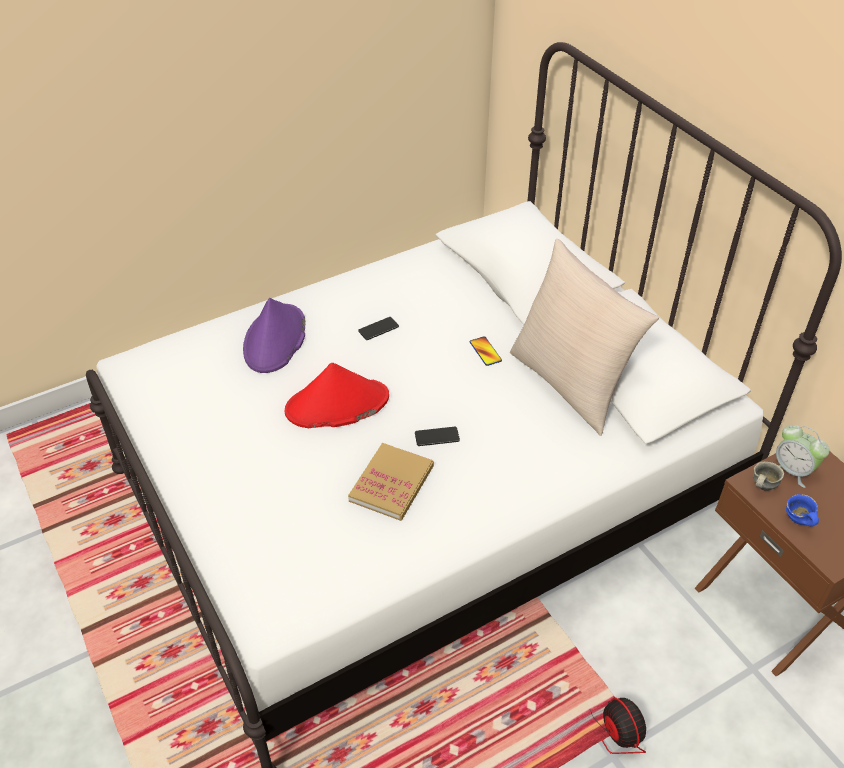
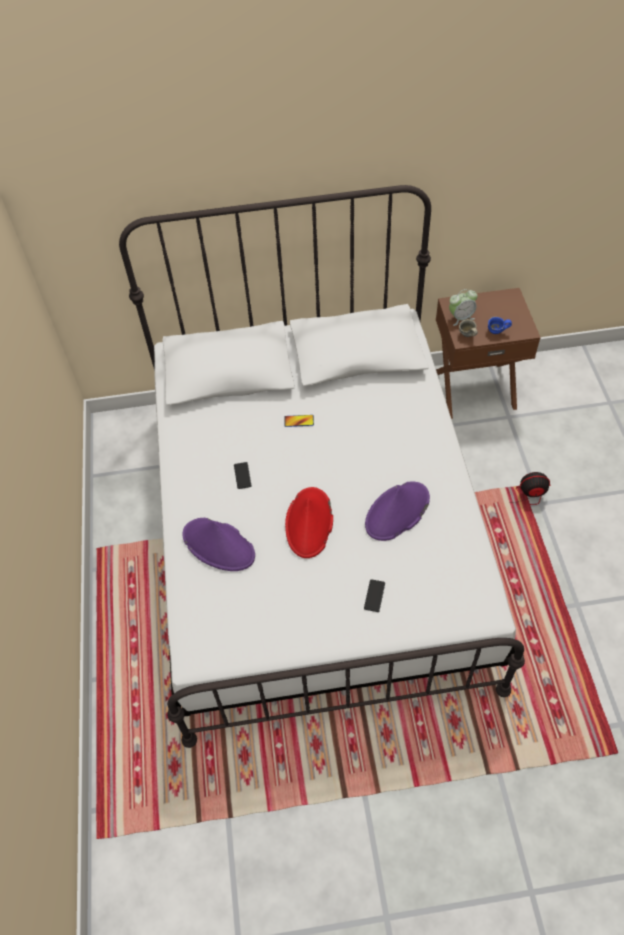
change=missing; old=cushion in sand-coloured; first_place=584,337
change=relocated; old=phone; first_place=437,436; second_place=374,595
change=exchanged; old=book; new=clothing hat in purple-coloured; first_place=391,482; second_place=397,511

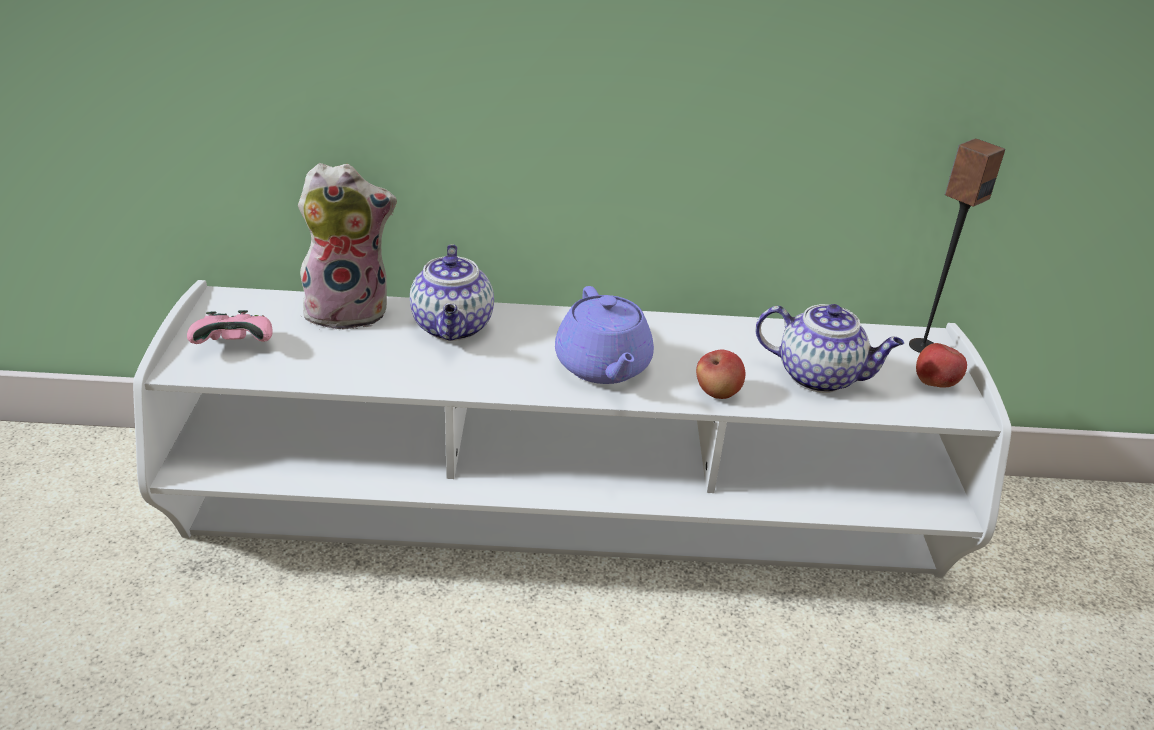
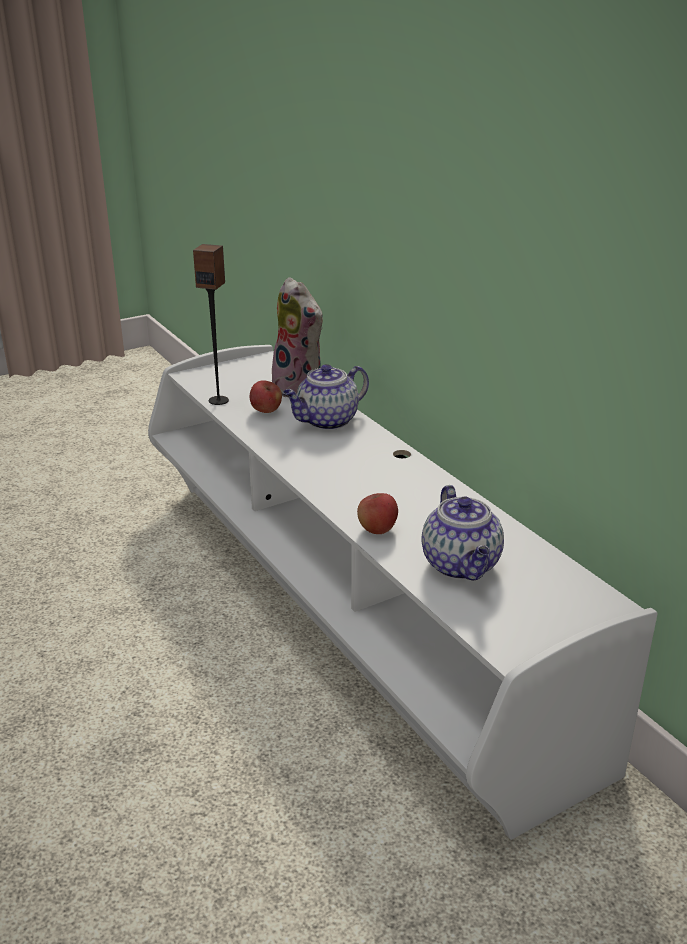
change=relocated; old=speaker; first_place=957,246; second_place=211,324
change=missing; old=pot for tea in purple-coloured; first_place=604,335
change=missing; old=game controller in pink; first_place=230,327
change=relocated; old=apple; first_place=941,365; second_place=266,396

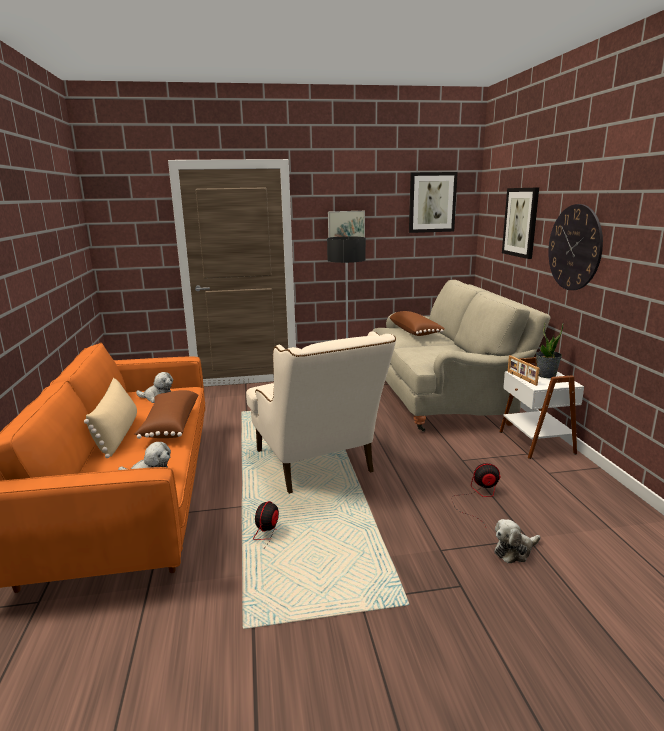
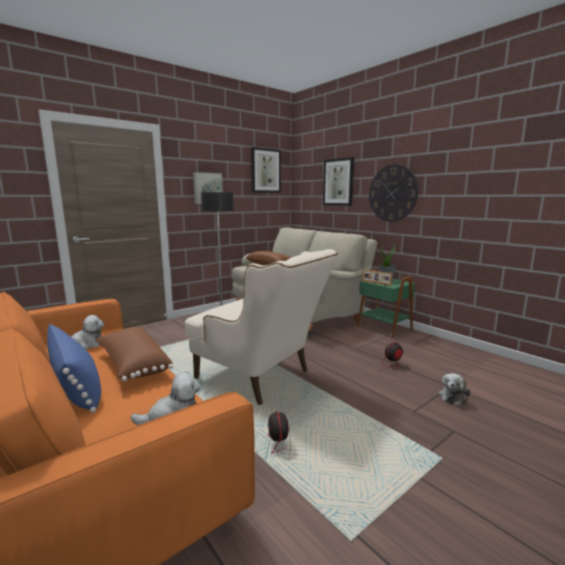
change=colour; old=accent table in white; new=accent table in green; first_place=541,408; second_place=386,304
change=colour; old=cushion in sand-coloured; new=cushion in blue-coloured; first_place=110,418; second_place=74,368

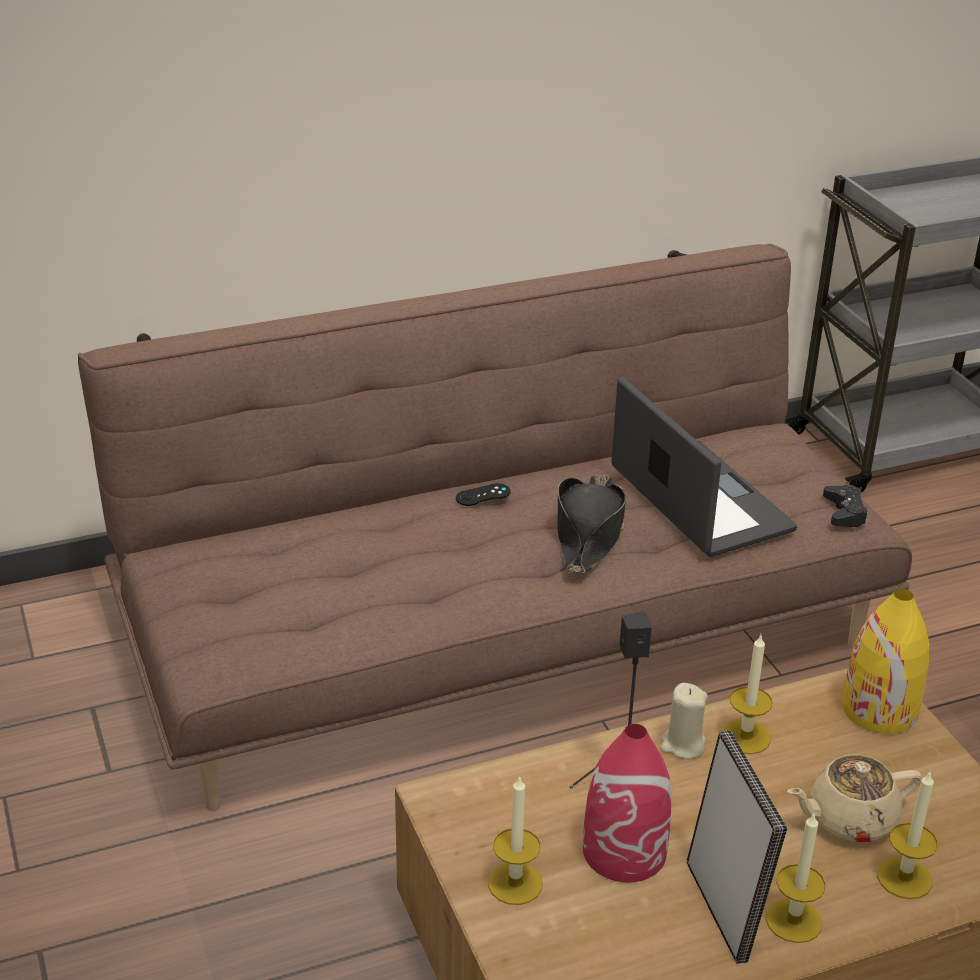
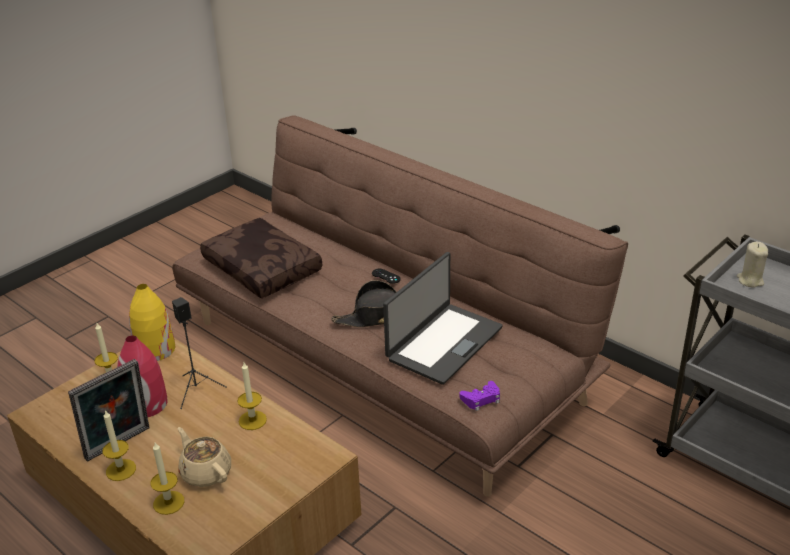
change=colour; old=game controller in black; new=game controller in purple-coloured; first_place=845,506; second_place=480,396
change=relocated; old=decorative vase in yellowish; first_place=885,661; second_place=152,322
change=relocated; old=candle in sand-coloured; first_place=684,721; second_place=752,265
change=appeared; new=cushion in brown-coloured; second_place=261,258

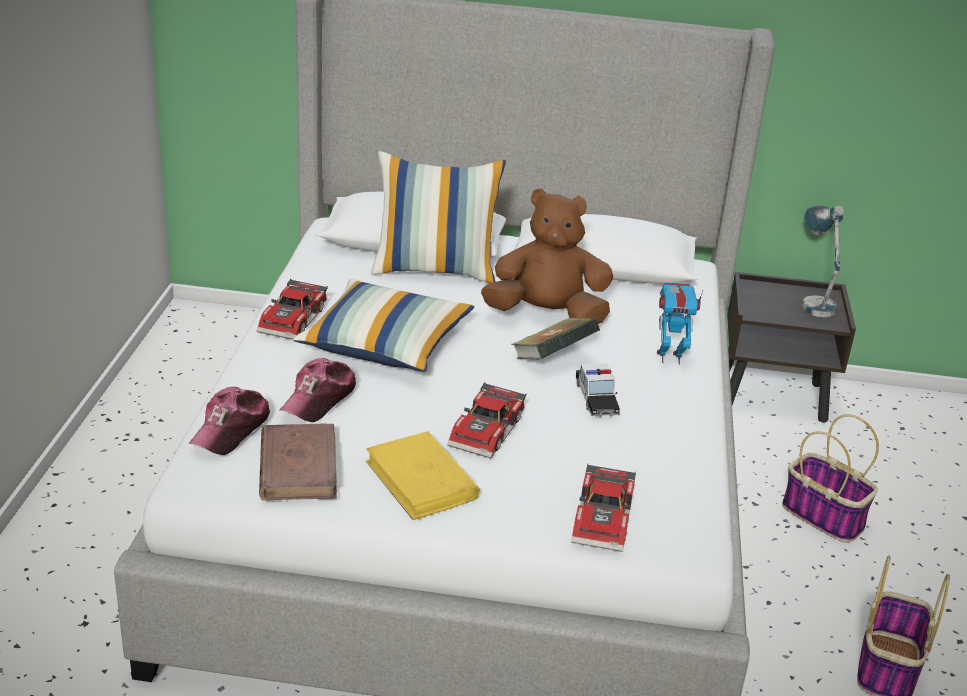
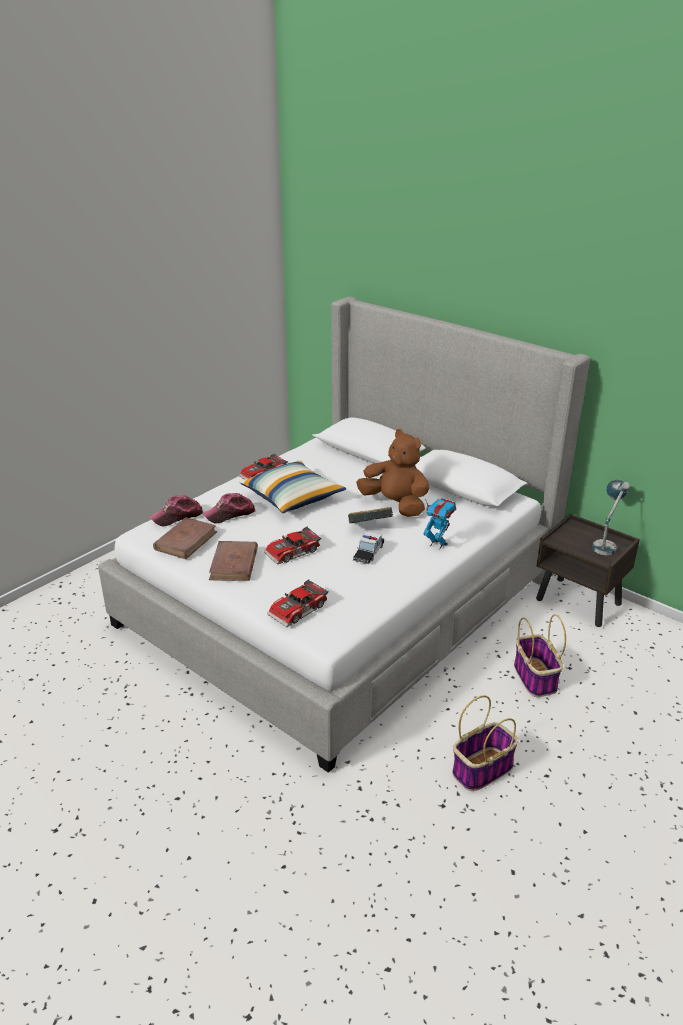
change=missing; old=cushion; first_place=439,217
change=colour; old=book in yellowish; new=book in brown-coloured; first_place=423,475; second_place=233,561

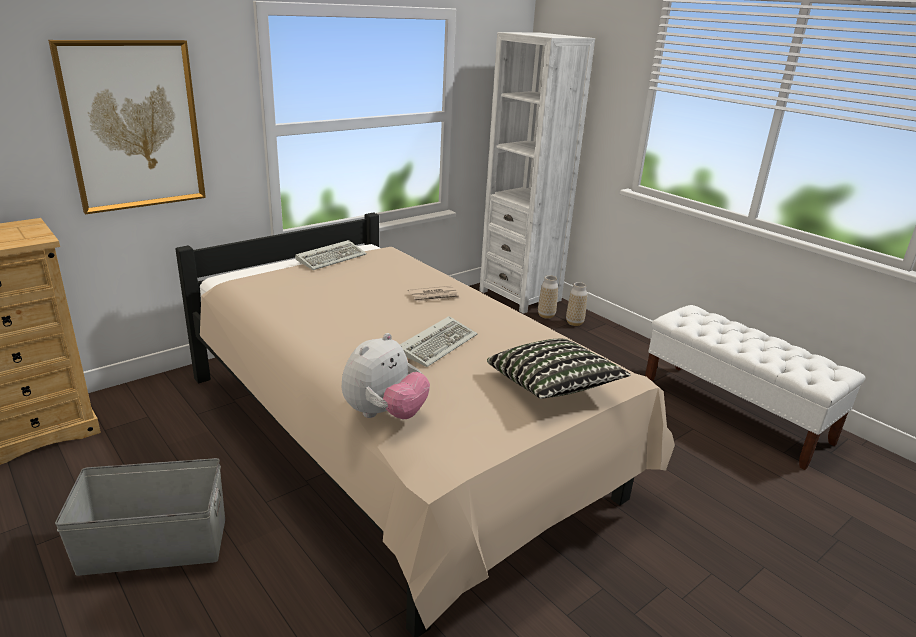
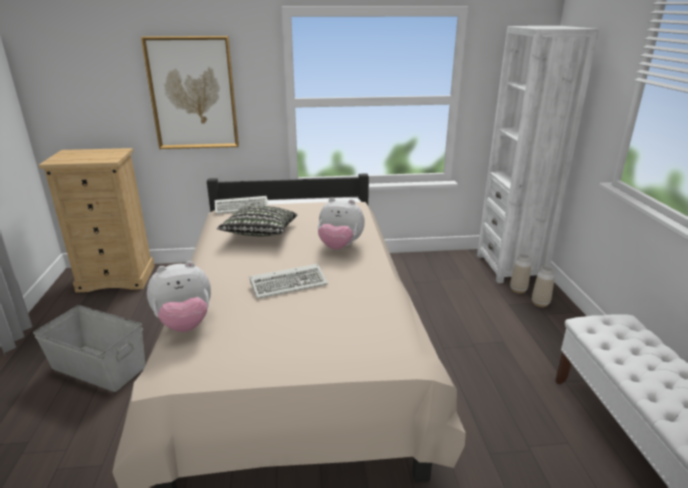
change=relocated; old=PC keyboard; first_place=331,255; second_place=241,205
change=exchanged; old=newspaper; new=cuddly toy; first_place=434,294; second_place=341,224
change=relocated; old=cushion; first_place=559,369; second_place=257,221

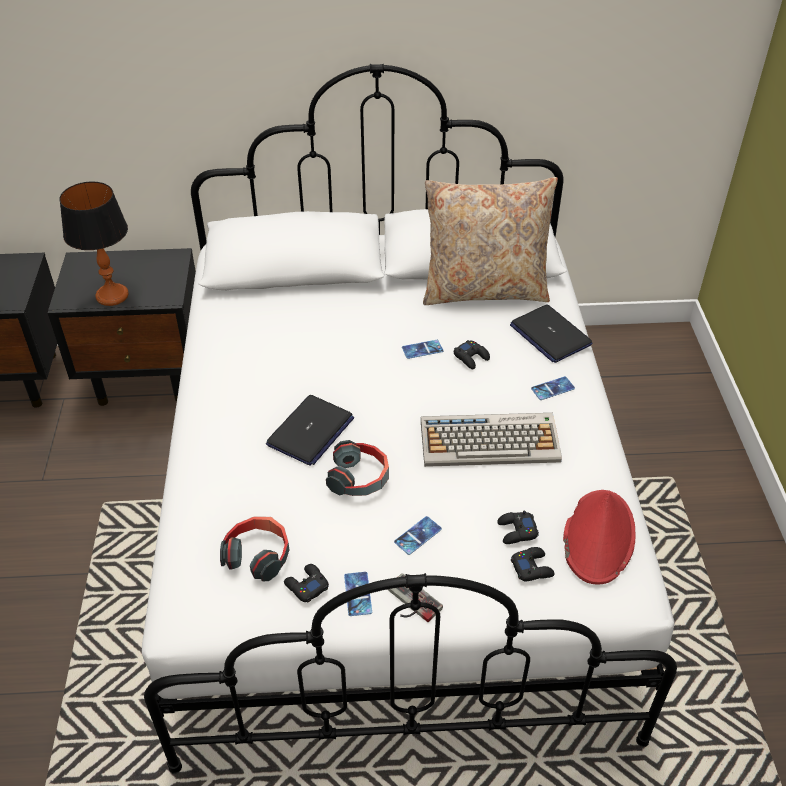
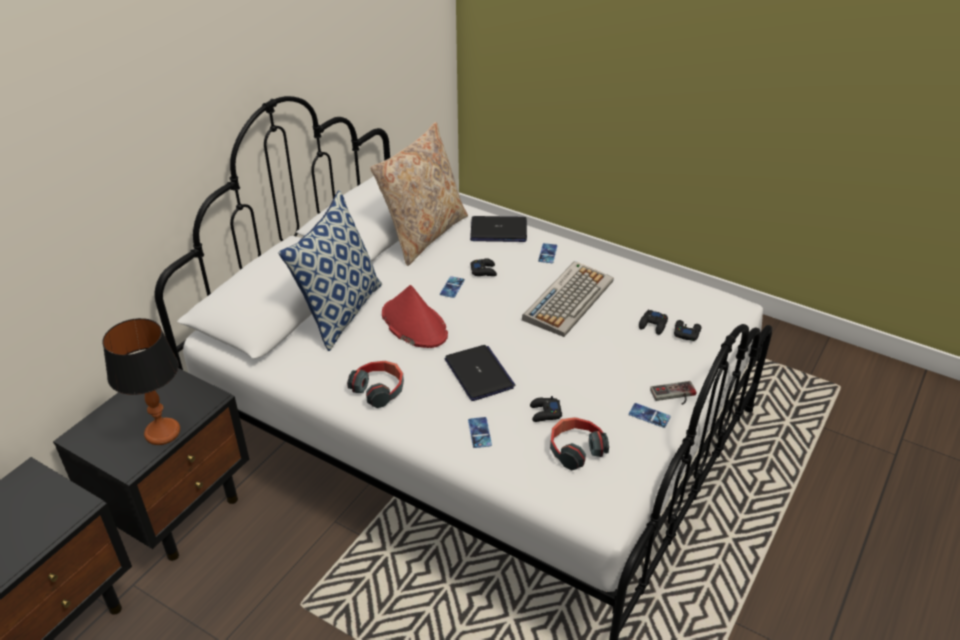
change=relocated; old=headphones; first_place=357,468; second_place=375,384
change=relocated; old=clothing hat in reddish; first_place=599,537; second_place=415,316
change=relocated; old=phone; first_place=418,535; second_place=480,432
change=relocated; old=game controller in black; first_place=306,583; second_place=546,409
change=appeared; new=cushion; second_place=330,270

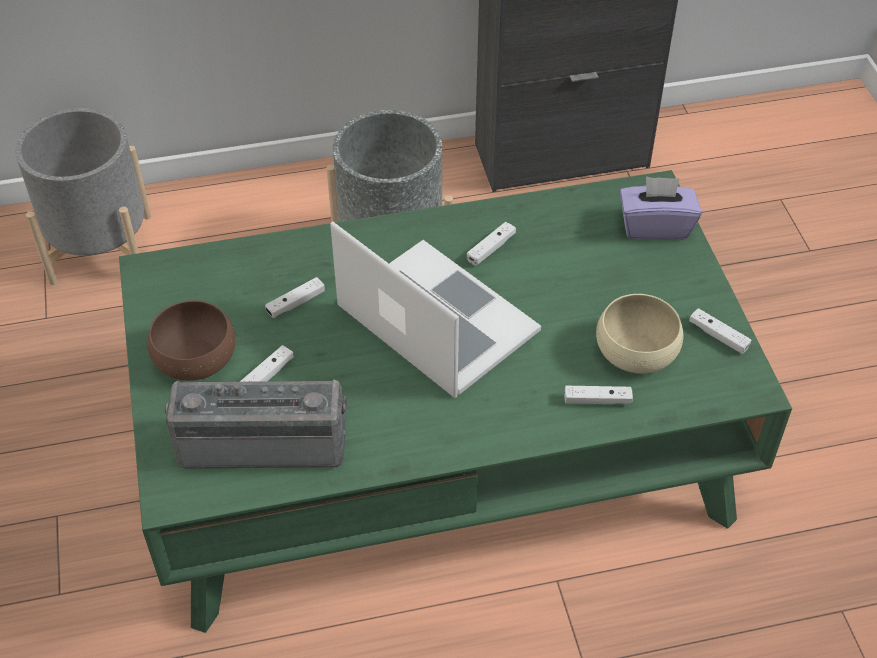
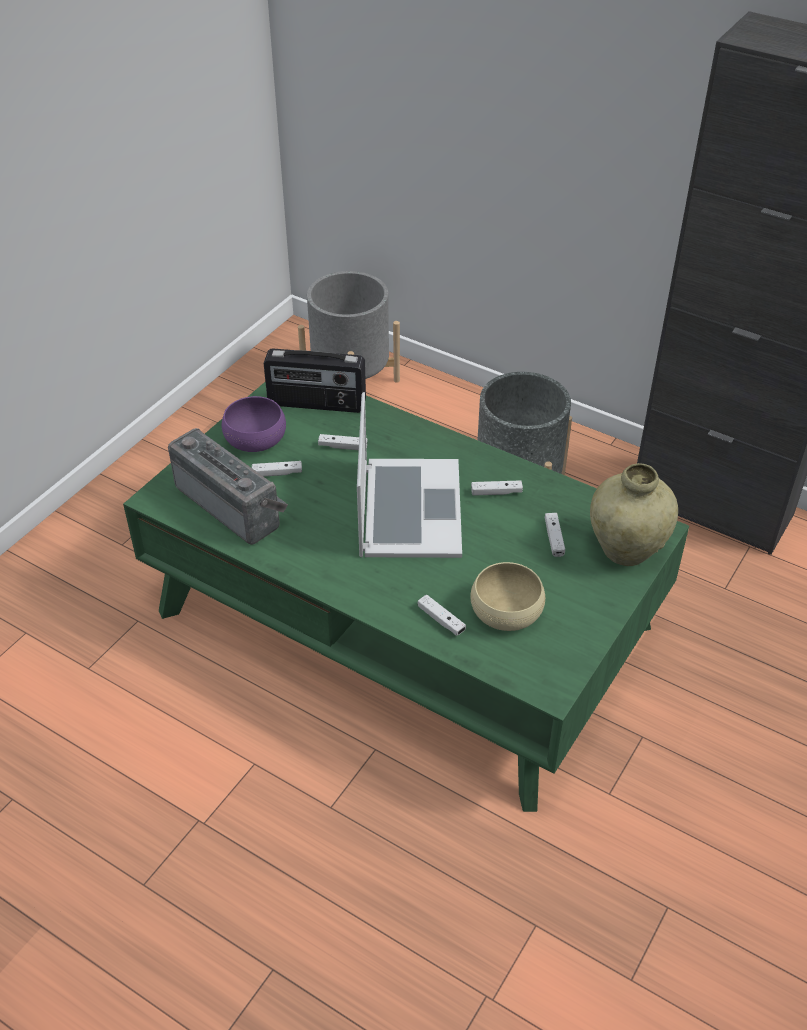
change=exchanged; old=box of tissues in purple-coloured; new=decorative vase in sand-coloured; first_place=661,208; second_place=634,514
change=colour; old=serving bowl in brown-coloured; new=serving bowl in purple-coloured; first_place=191,340; second_place=254,424
change=relocated; old=game controller in white; first_place=720,331; second_place=555,535
change=appeared; new=radio; second_place=315,381

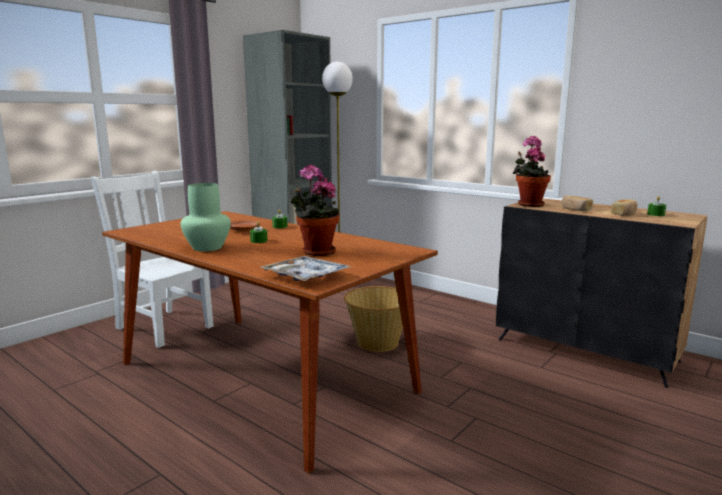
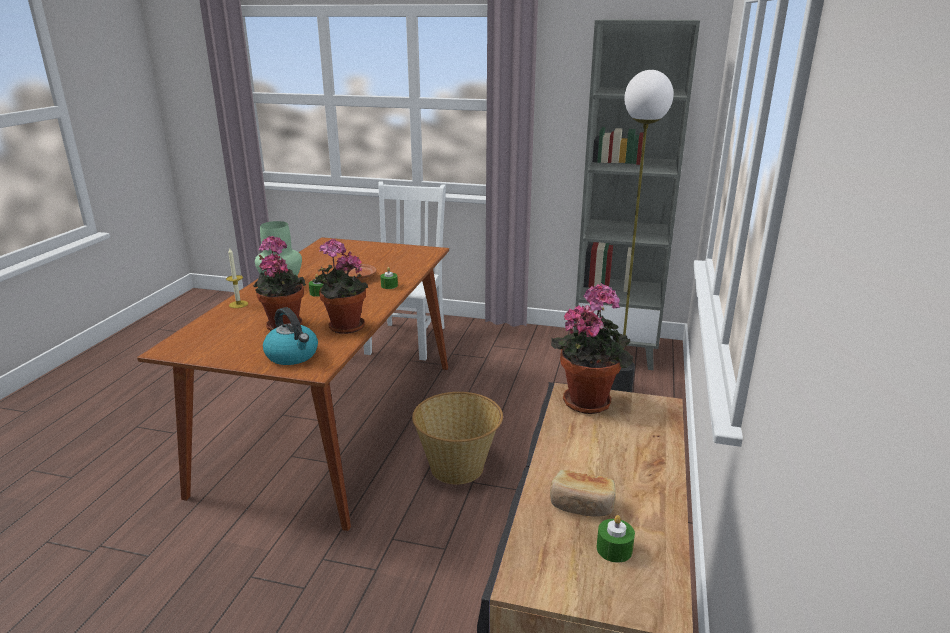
change=missing; old=baked bread; first_place=577,204
change=missing; old=tray; first_place=305,268
change=appeared; new=potted plant; second_place=340,286
change=appeared; new=candle; second_place=237,278
change=appeared; new=water kettle; second_place=290,336

